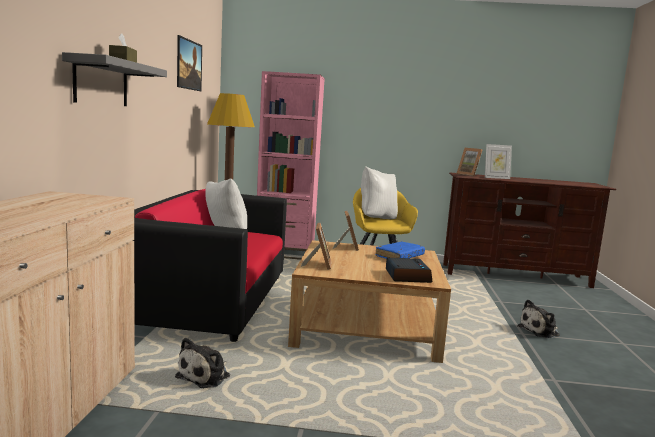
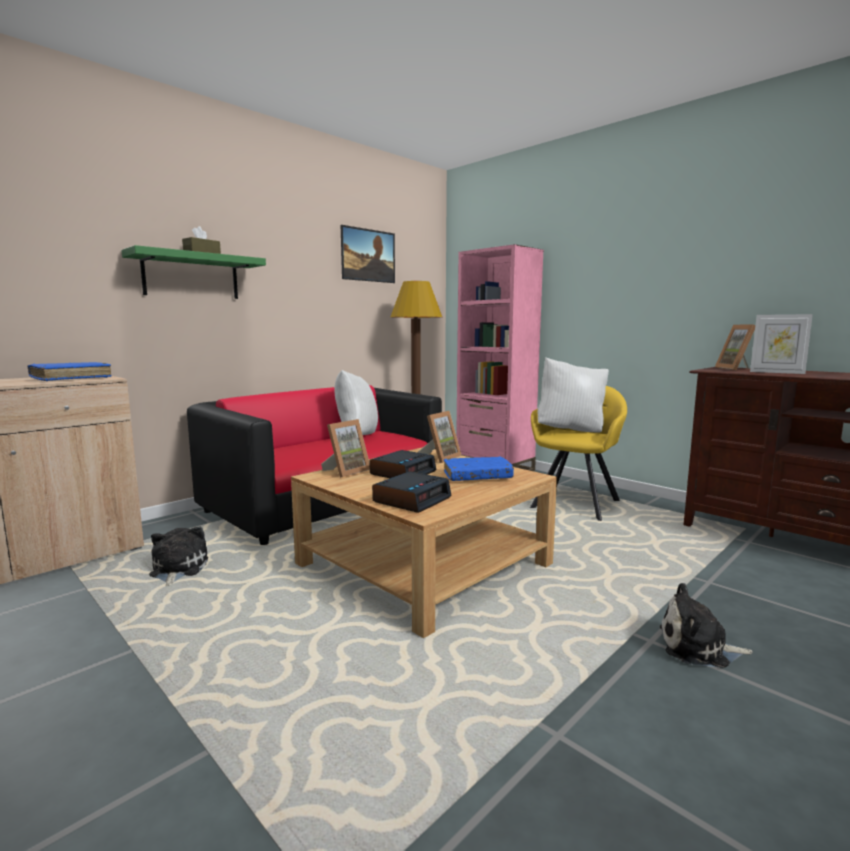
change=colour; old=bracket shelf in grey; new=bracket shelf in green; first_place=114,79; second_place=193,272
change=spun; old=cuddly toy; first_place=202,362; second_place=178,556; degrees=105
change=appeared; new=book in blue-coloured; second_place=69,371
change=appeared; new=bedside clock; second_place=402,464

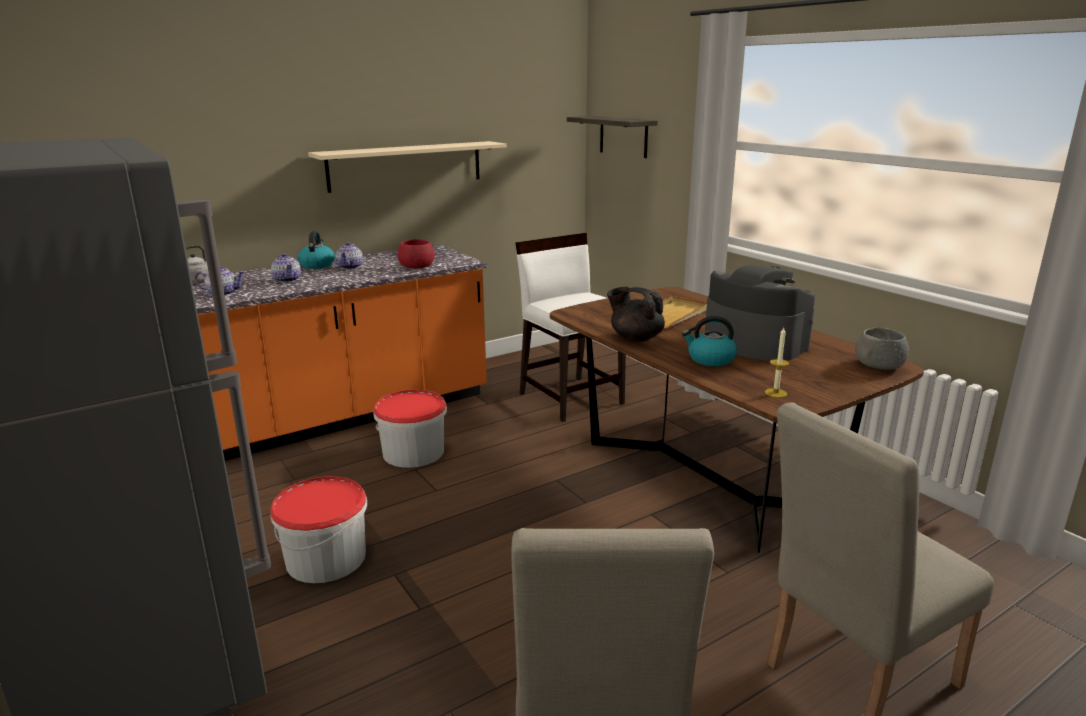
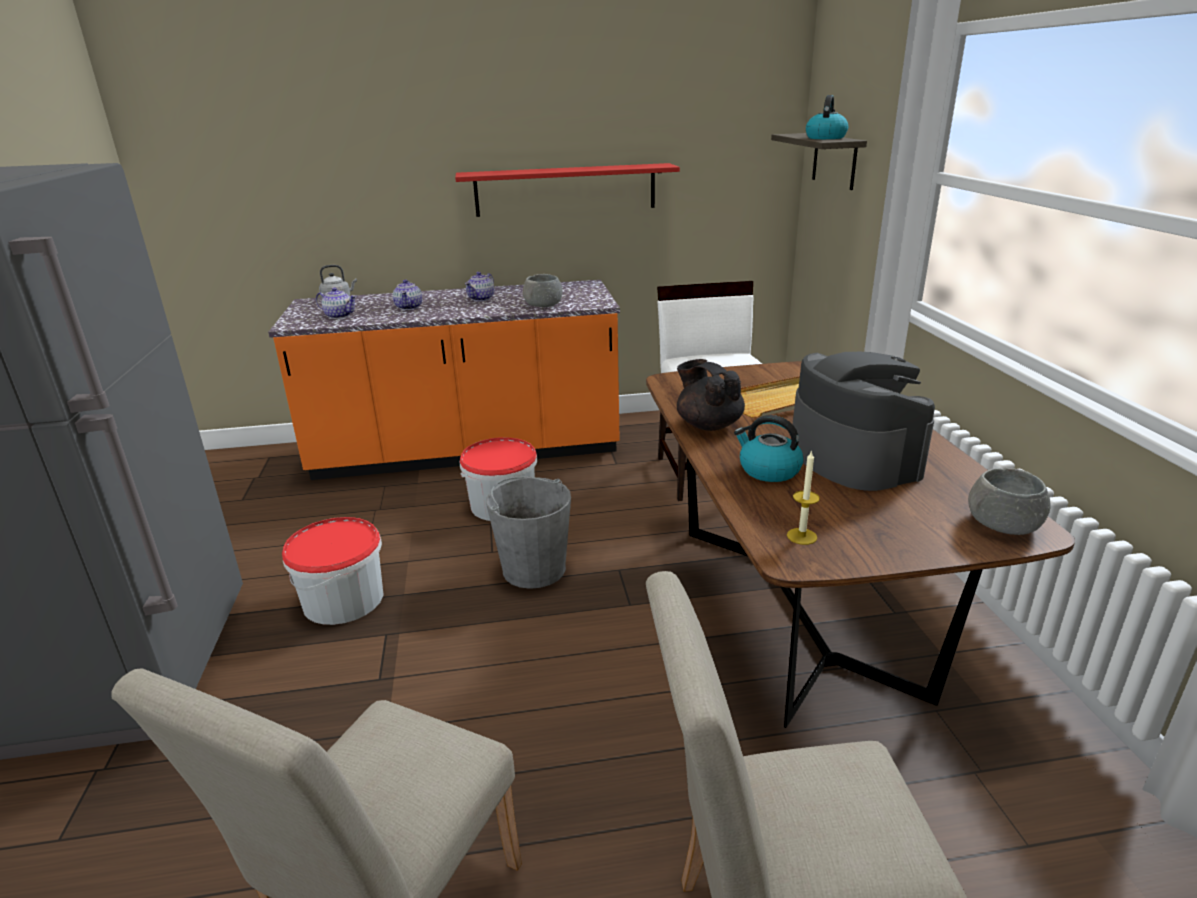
change=colour; old=bracket shelf in sand-coloured; new=bracket shelf in reddish; first_place=407,167; second_place=567,190
change=relocated; old=water kettle; first_place=316,250; second_place=827,117
change=colour; old=serving bowl in reddish; new=serving bowl in grey; first_place=416,254; second_place=543,290
change=appeared; new=pail in grey; second_place=528,532

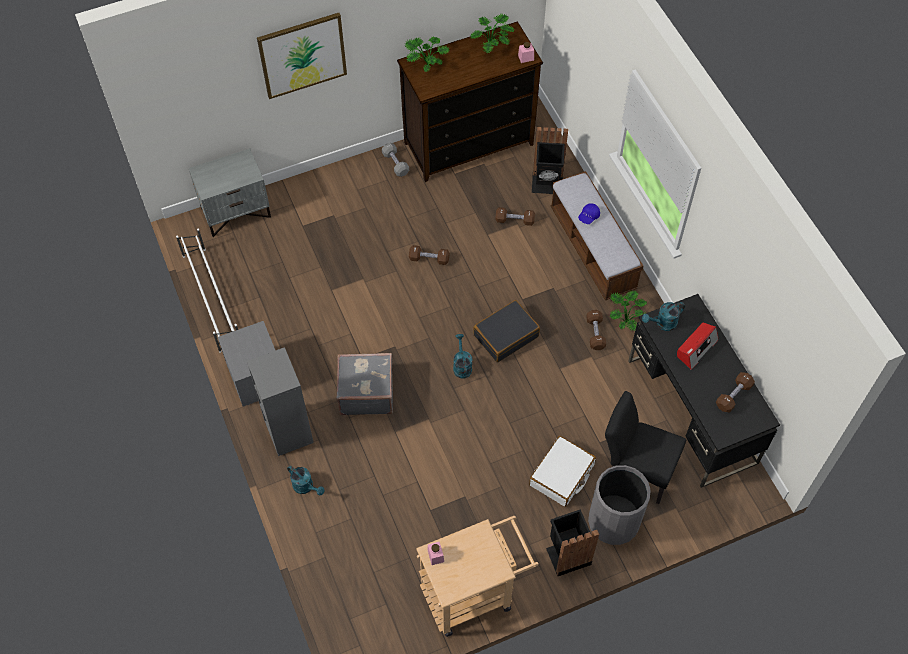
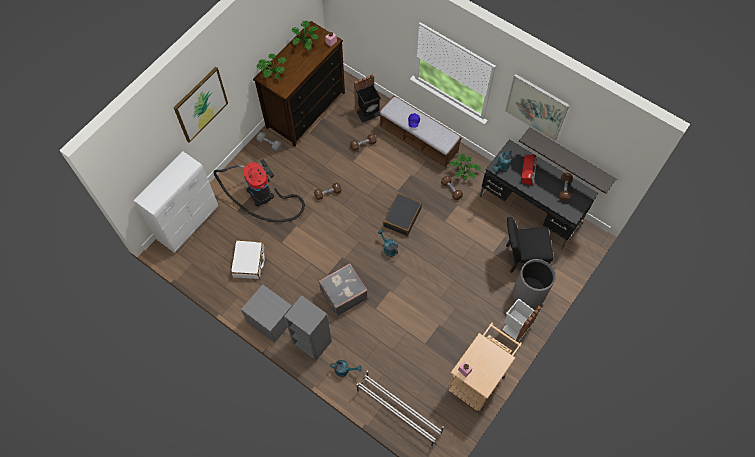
change=exchanged; old=nightstand in grey; new=cupboard in white; first_place=230,192; second_place=176,202
change=relocated; old=shoe stand in white; first_place=207,291; second_place=400,409
change=relocated; old=travel case in white; first_place=562,471; second_place=248,259
change=colour; old=waste bin in black; new=waste bin in white; first_place=572,542; second_place=521,320
change=appeared; new=wall picture; second_place=537,107
change=appeared; new=bracket shelf; second_place=567,160
change=appeared; new=vacuum cleaner; second_place=259,190

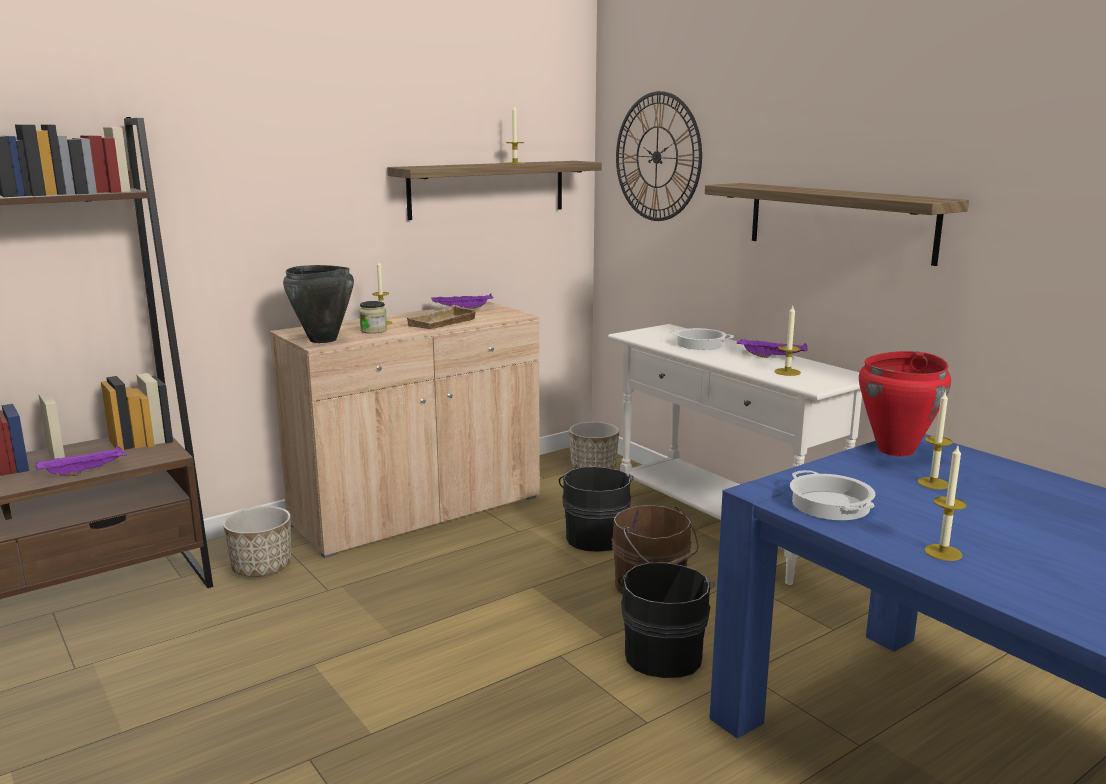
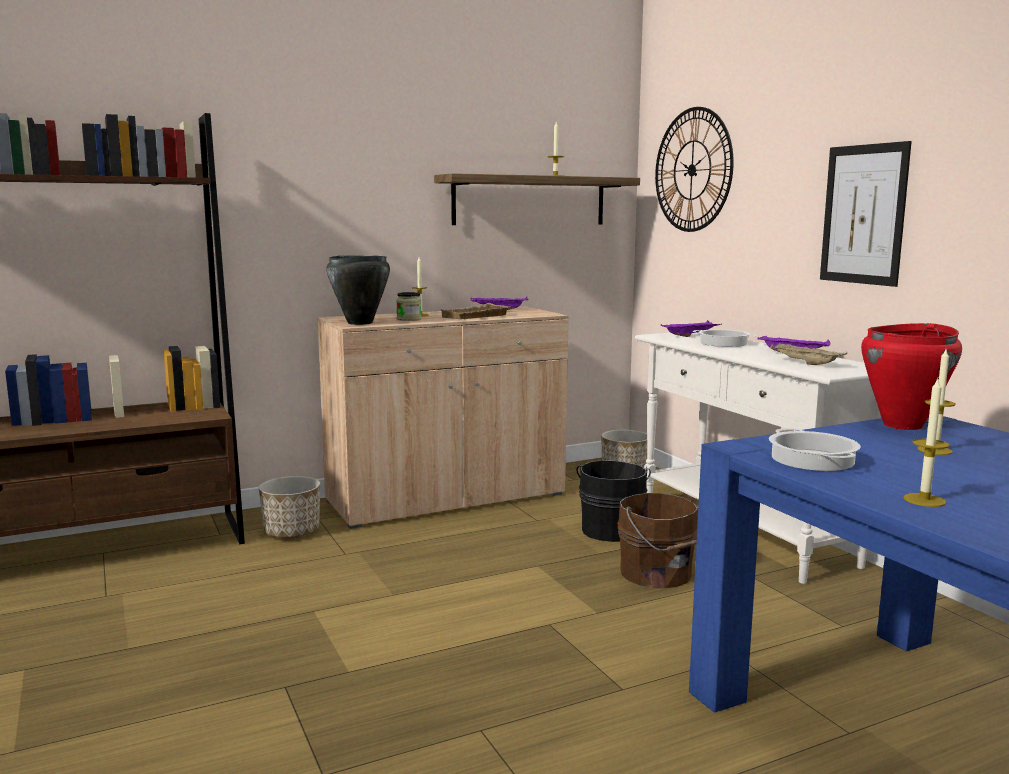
change=exchanged; old=bracket shelf; new=wall picture; first_place=837,224; second_place=866,214
change=exchanged; old=candle; new=tray in sand-coloured; first_place=788,341; second_place=808,354
change=relocated; old=tray in purple-coloured; first_place=81,461; second_place=691,328
change=missing; old=pail in black; first_place=666,620

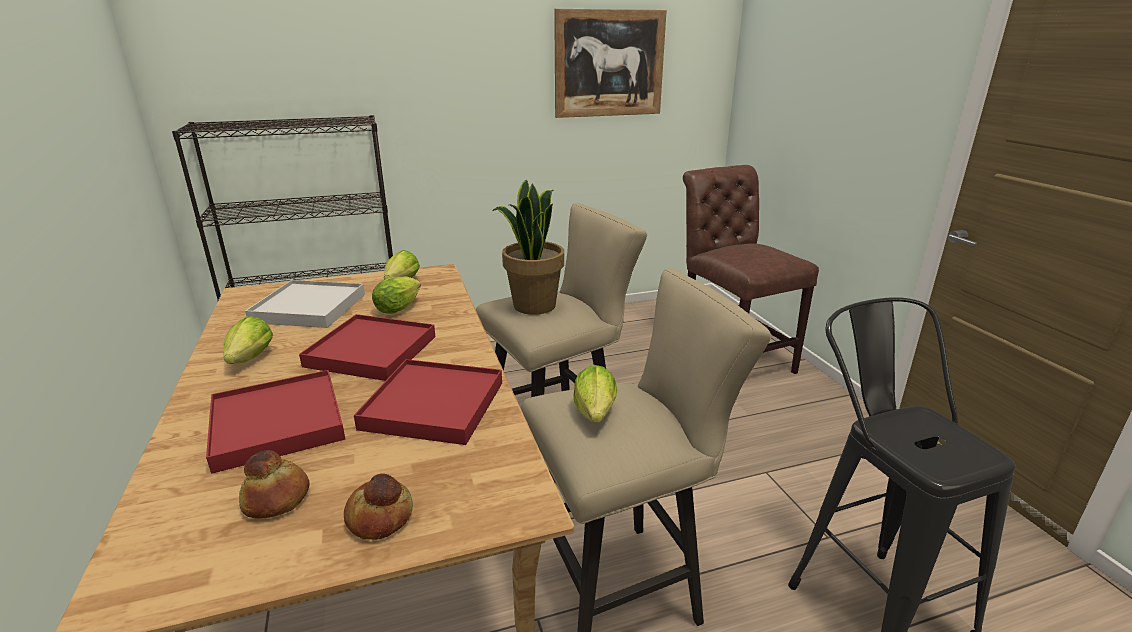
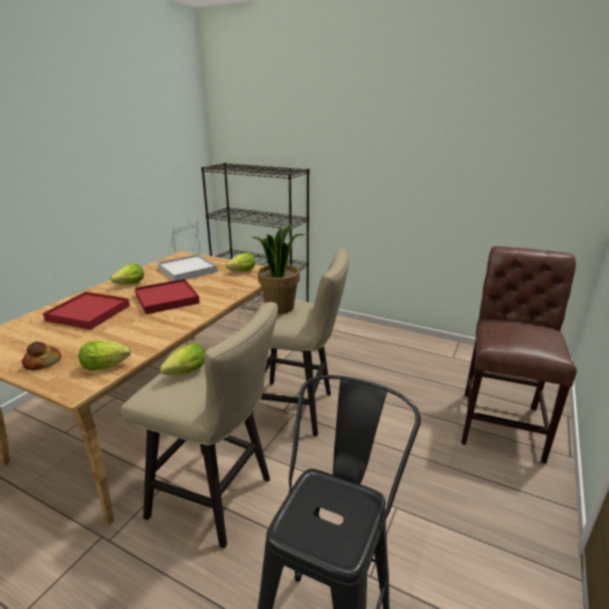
change=missing; old=wall picture; first_place=610,63
change=relocated; old=head of lettuce; first_place=396,295; second_place=105,355
change=missing; old=tray in reddish; first_place=428,402
change=missing; old=baked bread; first_place=274,484

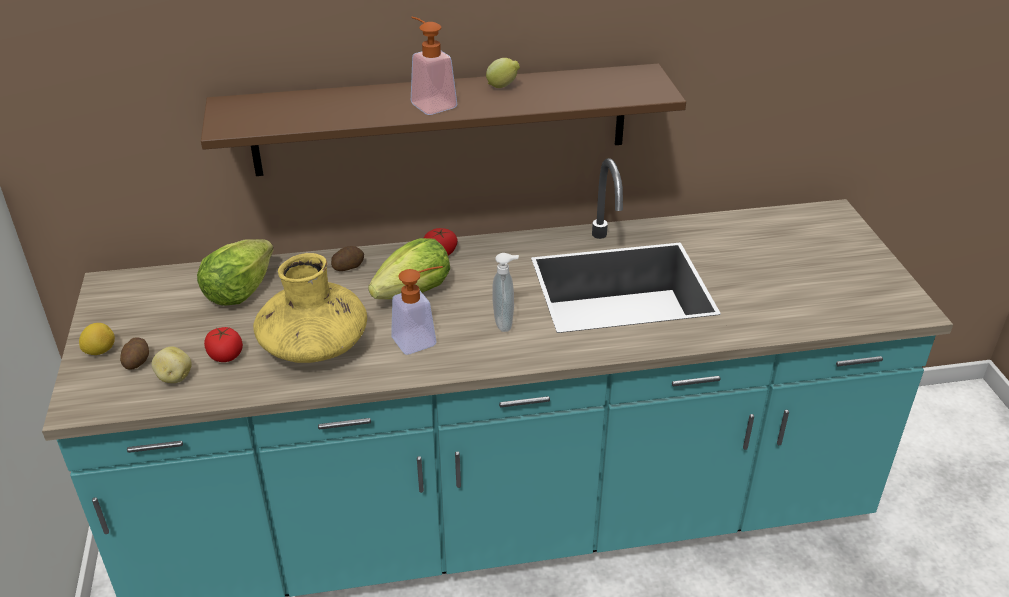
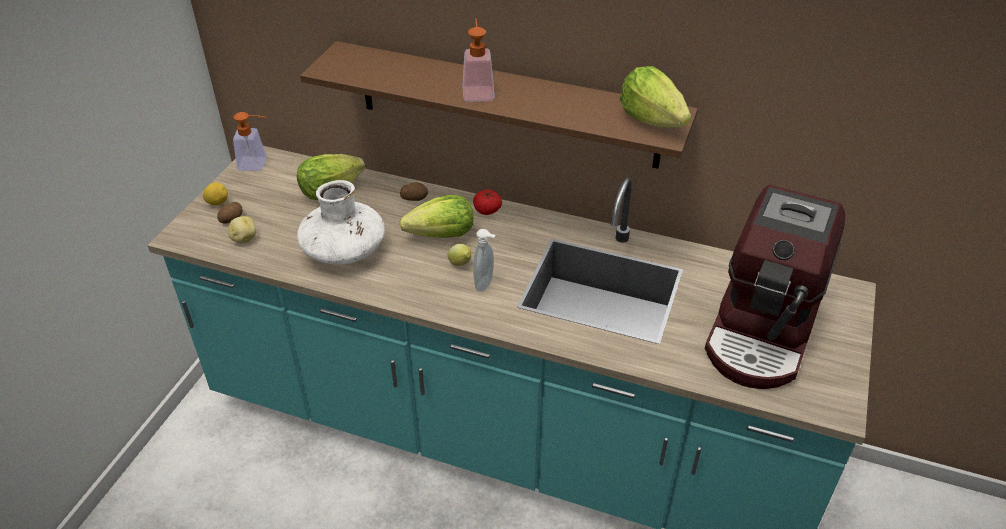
change=relocated; old=whole lemon; first_place=503,73; second_place=459,255
change=colour; old=decorative vase in yellowish; new=decorative vase in white; first_place=310,308; second_place=341,222
change=relocated; old=liquid soap bottle; first_place=417,310; second_place=250,141
change=missing; old=tomato; first_place=223,344
change=appeared; new=head of lettuce; second_place=655,97
change=appeared; new=coffee brewer; second_place=775,287

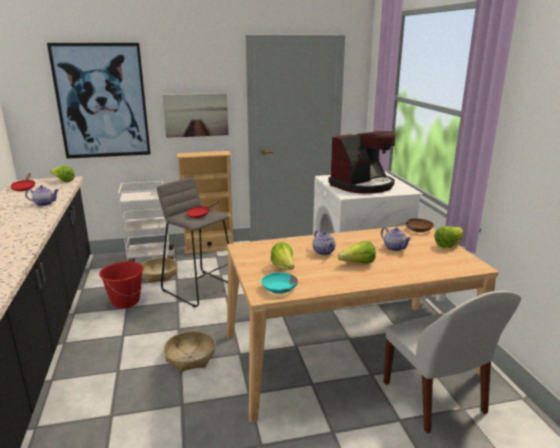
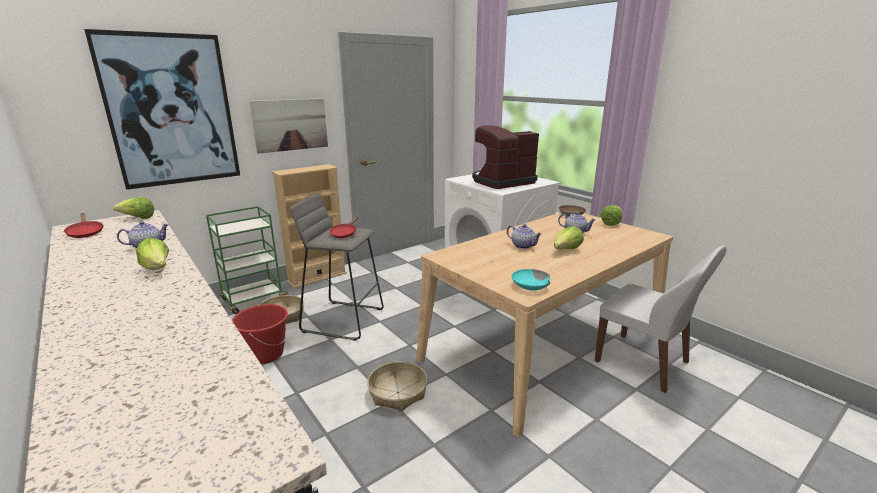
change=spun; old=coffee brewer; first_place=361,162; second_place=505,157; degrees=-150
change=colour; old=wheeled cart in white; new=wheeled cart in green; first_place=147,221; second_place=248,260
change=relocated; old=head of lettuce; first_place=282,256; second_place=152,254

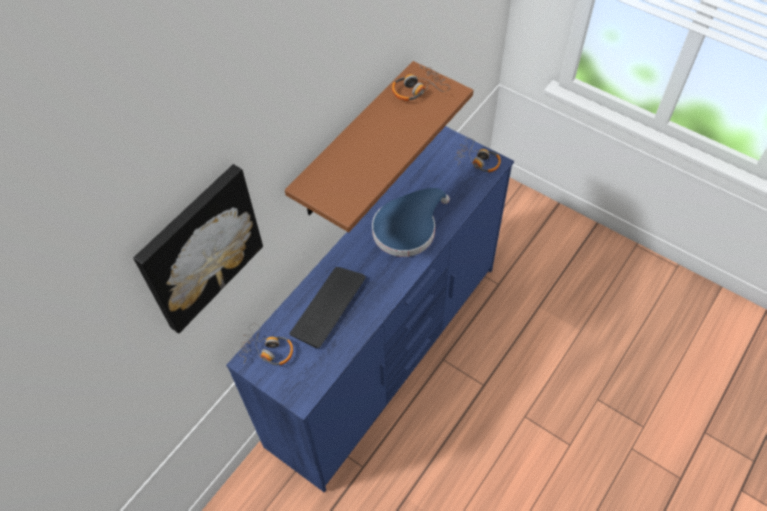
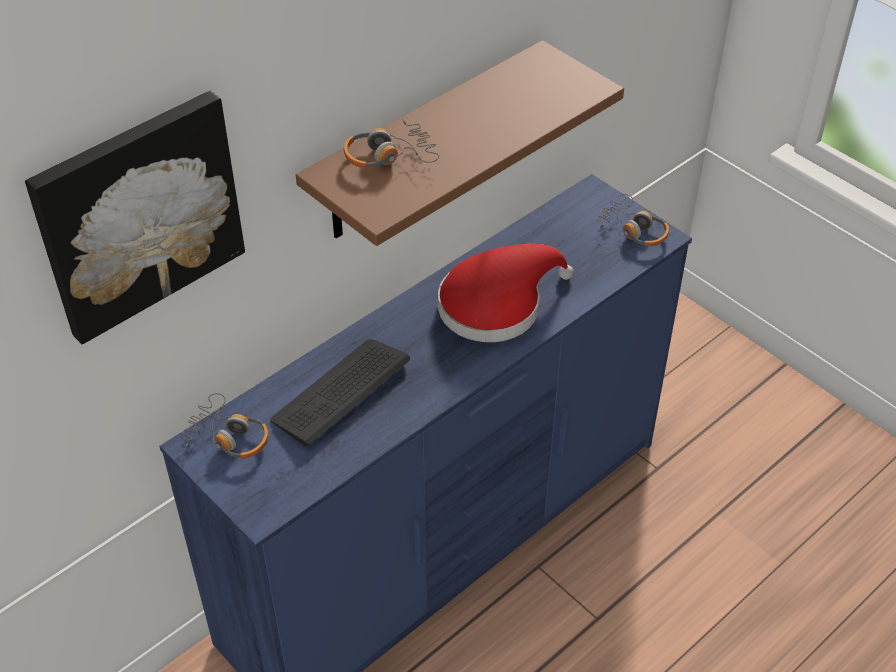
change=relocated; old=headphones; first_place=421,83; second_place=391,143
change=colour; old=clothing hat in blue-coloured; new=clothing hat in reddish; first_place=411,222; second_place=506,293

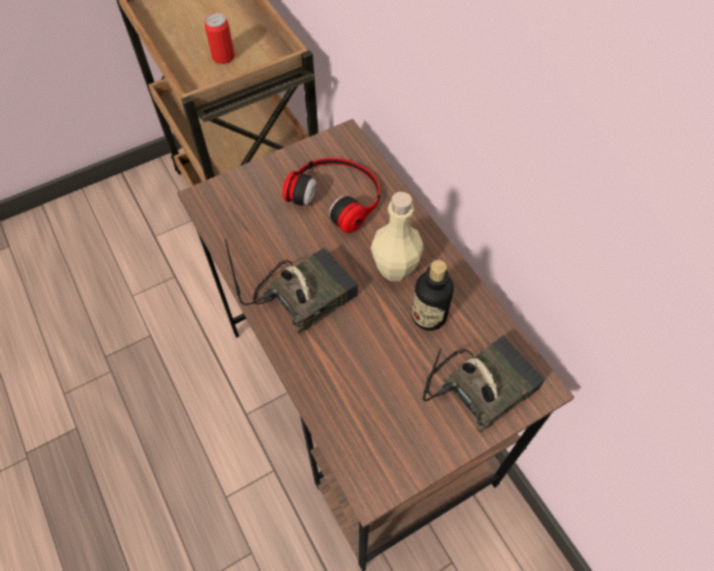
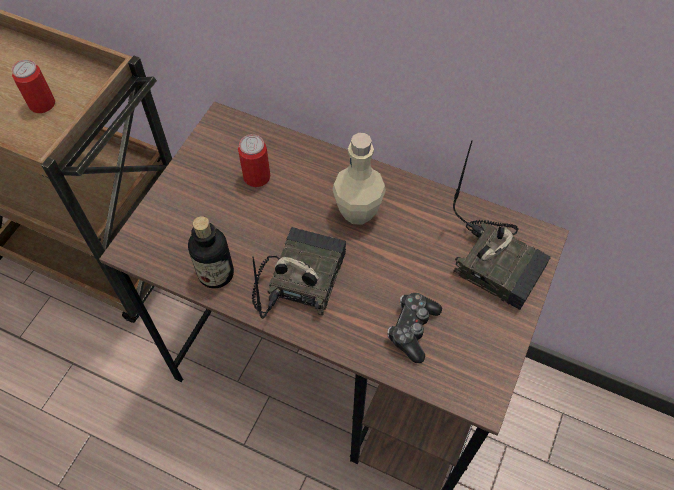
change=exchanged; old=headphones; new=metal can; first_place=331,195; second_place=254,160
change=relocated; old=drink bottle; first_place=433,295; second_place=211,252
change=spun; old=radio; first_place=484,384; second_place=502,225; degrees=105
change=appeared; new=game controller; second_place=414,328

